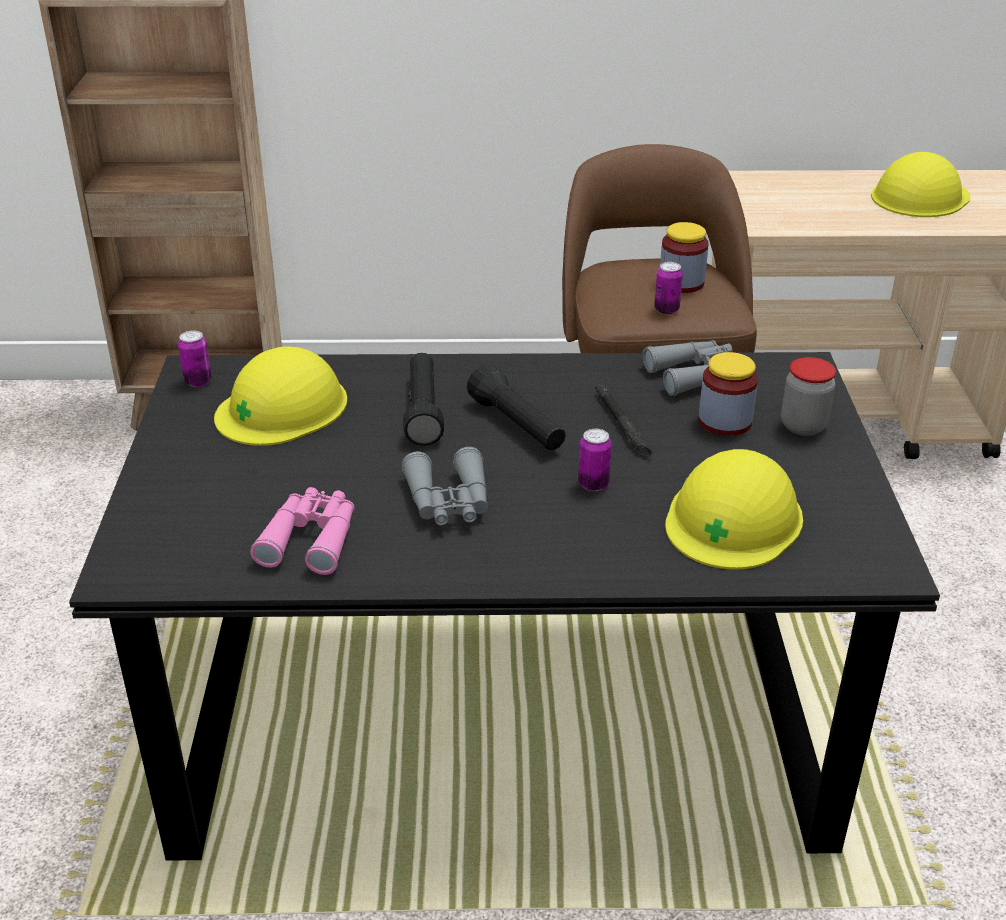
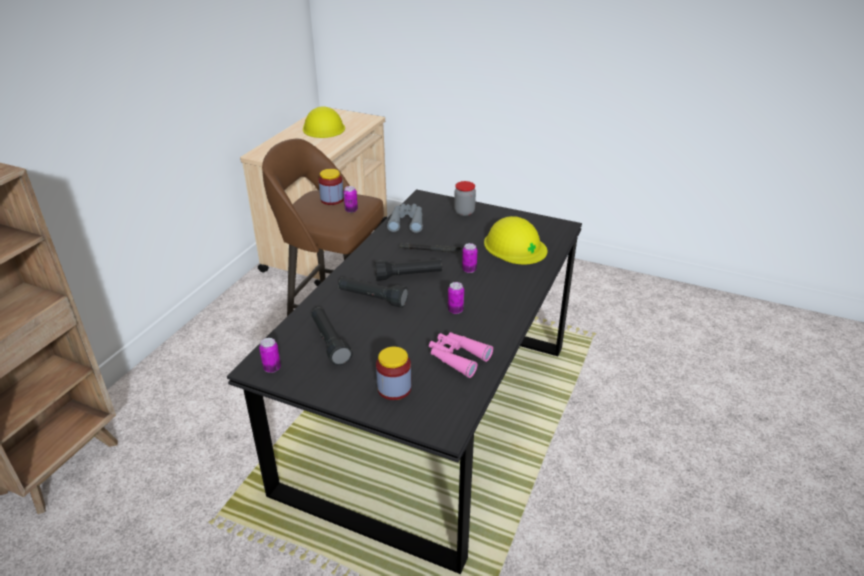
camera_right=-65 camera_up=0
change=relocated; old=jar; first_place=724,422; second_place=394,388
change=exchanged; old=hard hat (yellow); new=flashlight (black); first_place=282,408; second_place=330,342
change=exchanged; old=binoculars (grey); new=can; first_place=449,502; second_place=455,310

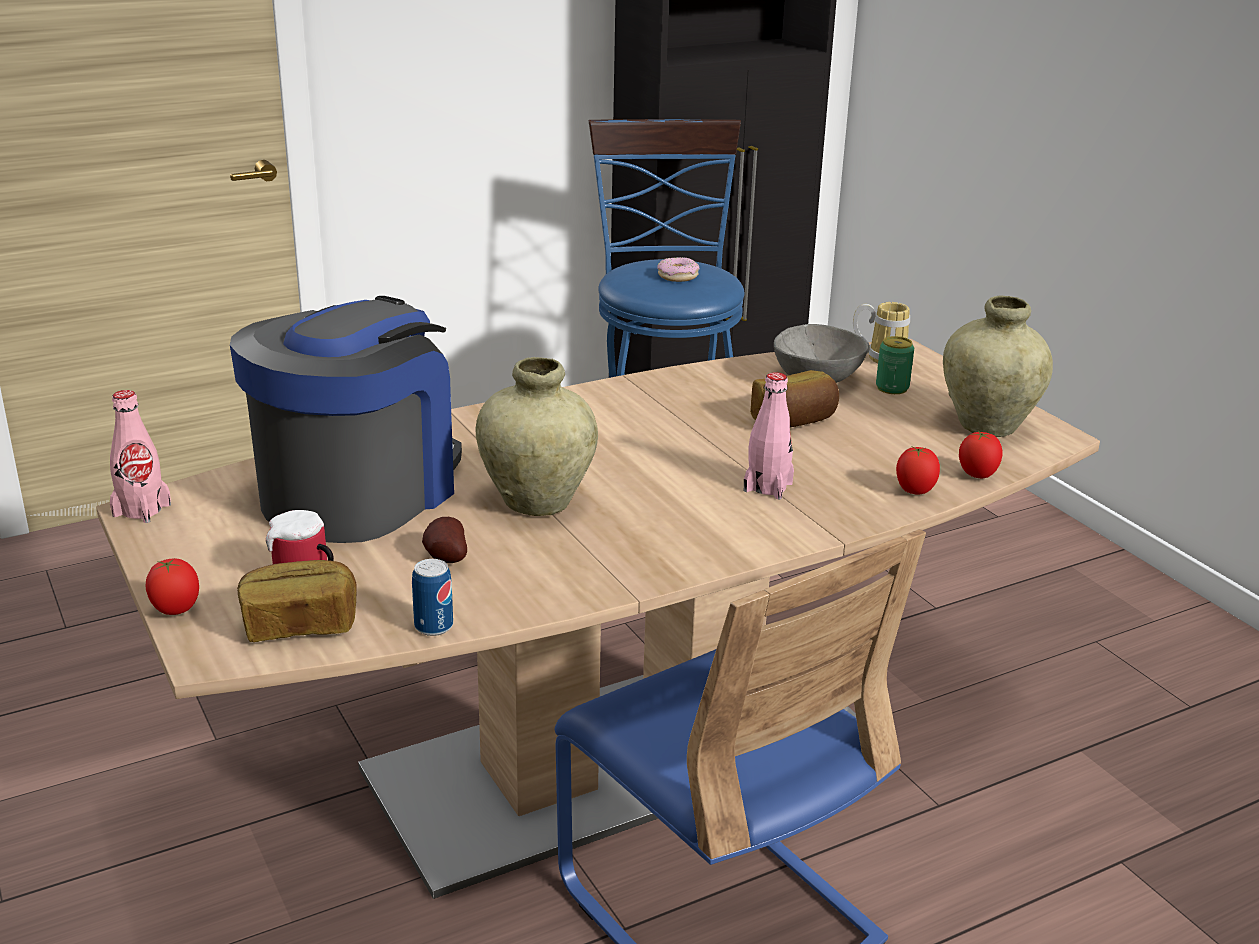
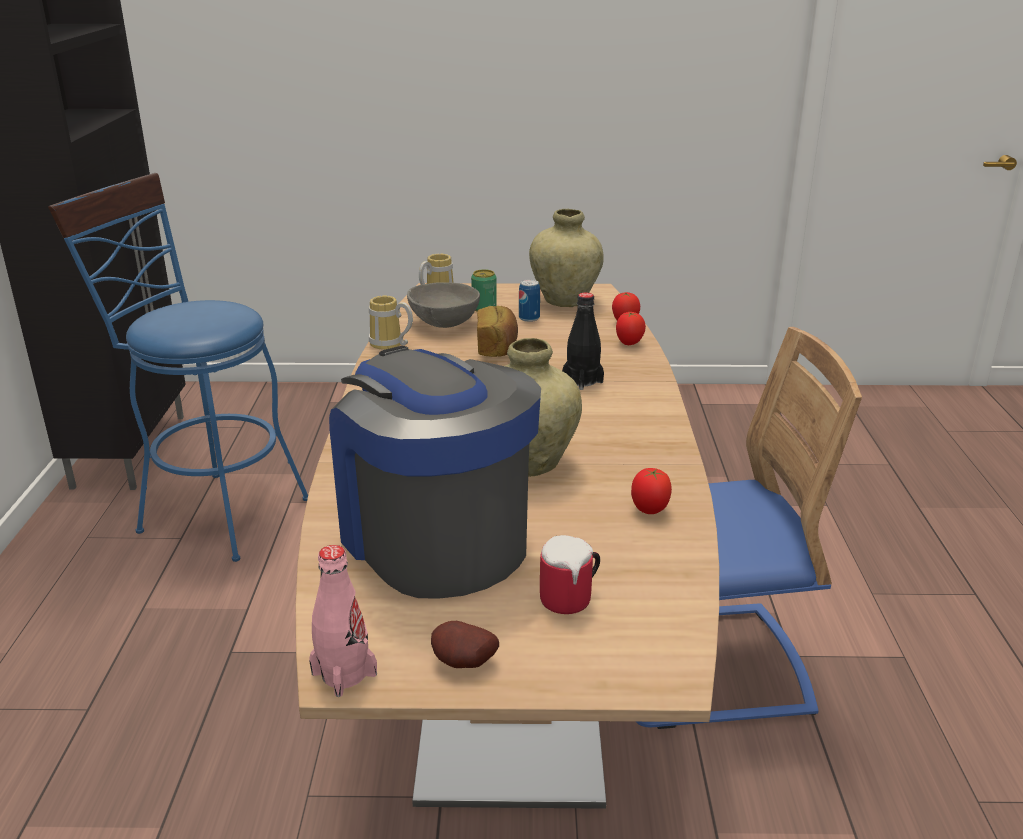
camera_right=-60 camera_up=0
change=missing; old=bread; first_place=299,625
change=missing; old=donut; first_place=678,276
change=appeared; new=mug; second_place=389,345
change=relocated; old=tomato; first_place=175,611; second_place=649,510
change=relocated; old=can; first_place=433,626; second_place=529,318
change=relocated; old=potato; first_place=444,559; second_place=463,664
change=colour; old=bottle (pink); new=bottle (black); first_place=768,487; second_place=582,381

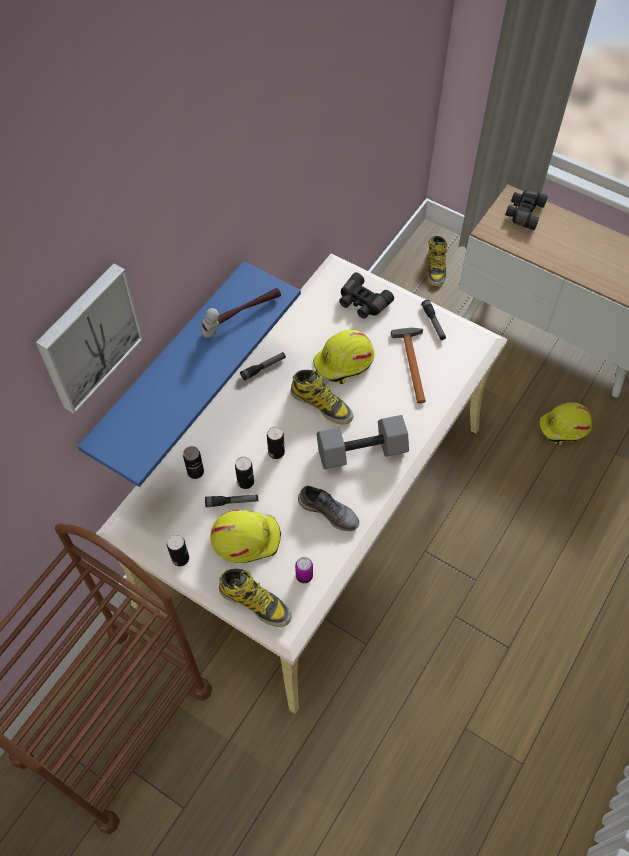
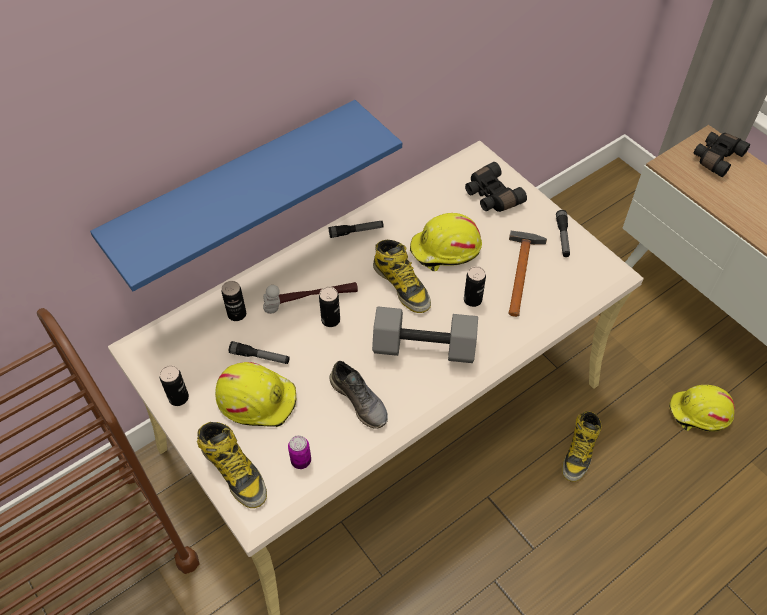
camera_right=20 camera_up=-5
change=missing; old=picture; first_place=88,337
change=relocated; old=hammer; first_place=242,317; second_place=311,302
change=relocated; old=can; first_place=245,482; second_place=472,300
change=relocated; old=boot; first_place=436,268; second_place=579,452

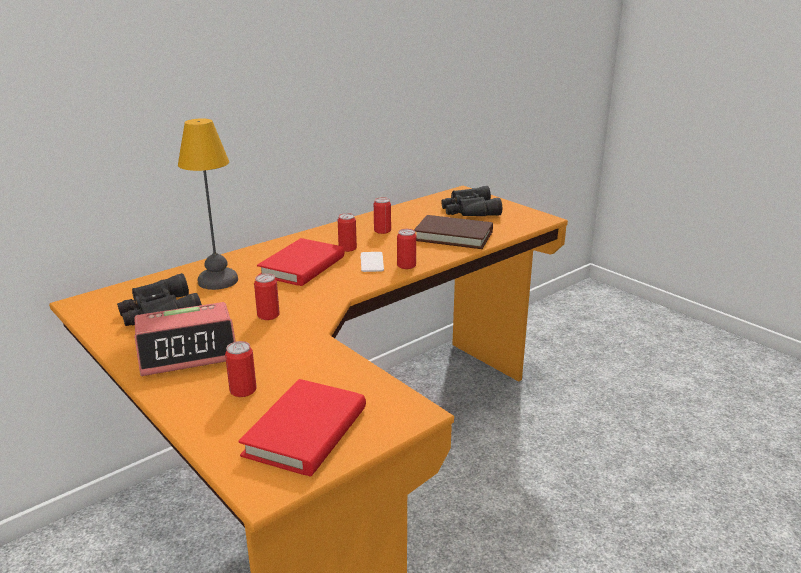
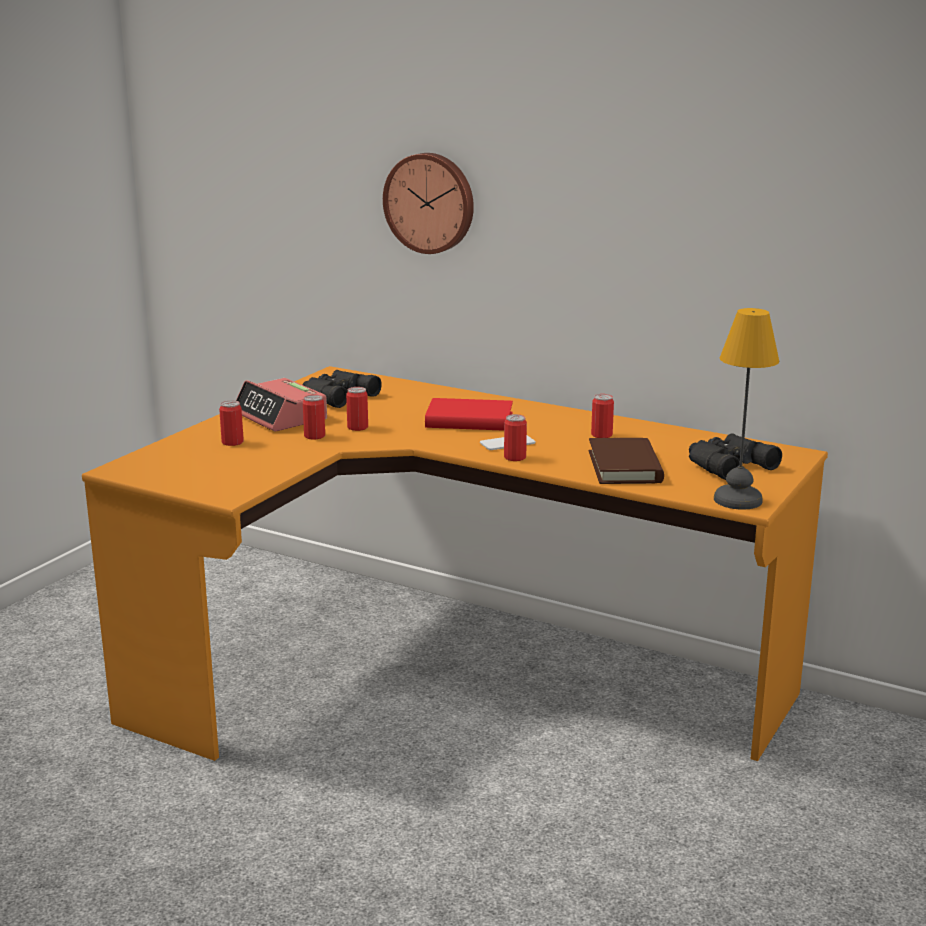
camera_right=70 camera_up=-5
change=missing; old=book (red); first_place=306,432
change=appeared; new=wall clock; second_place=430,202
change=relocated; old=table lamp; first_place=216,281; second_place=736,499
change=relocated; old=can; first_place=347,248; second_place=314,436

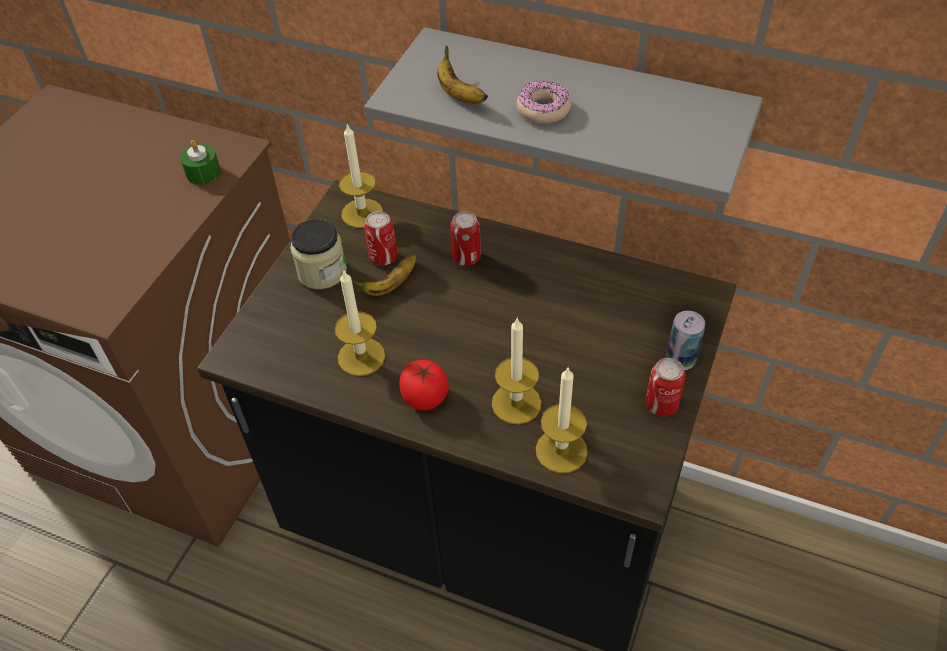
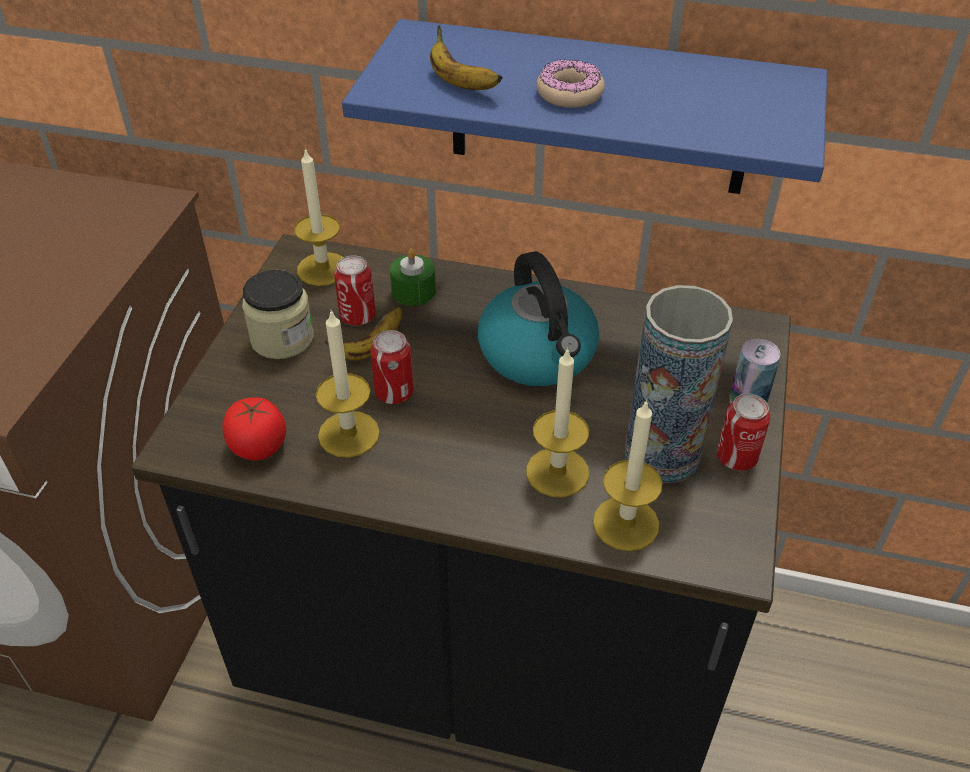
camera_right=-10 camera_up=-5
change=appeared; new=kettle; second_place=539,355
change=appeared; new=vase; second_place=662,454
change=relocated; old=candle (green); first_place=203,172; second_place=413,291
change=relocated; old=tomato; first_place=425,397; second_place=258,446
change=relocated; old=can; first_place=466,257; second_place=394,393
change=colour; old=shelf (grey); new=shelf (blue); first_place=581,110; second_place=599,109

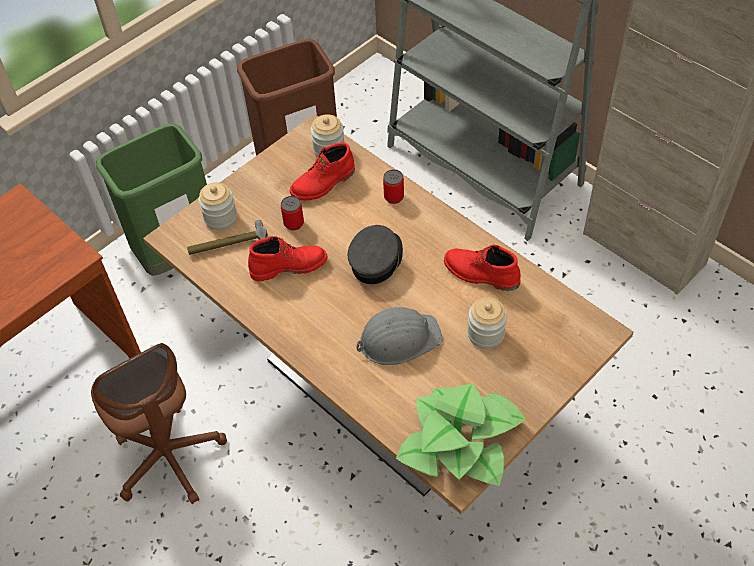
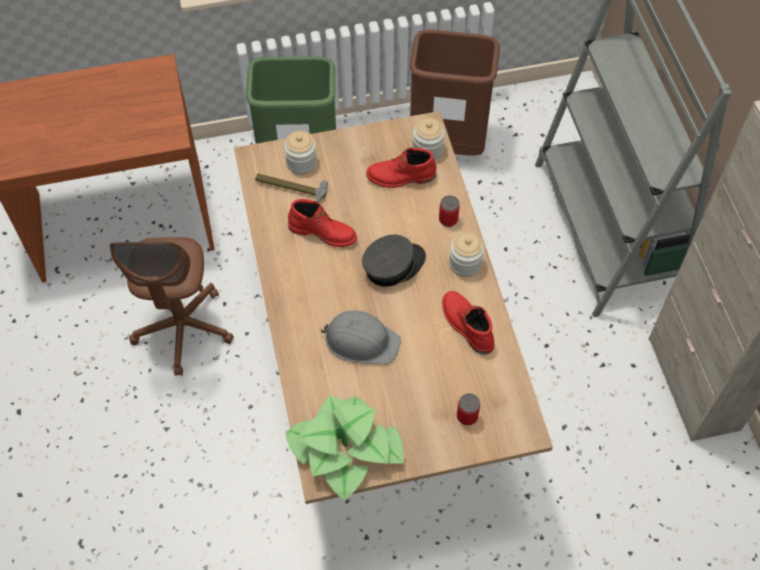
camera_right=30 camera_up=5
change=relocated; old=can; first_place=294,223; second_place=467,416
change=relocated; old=jar; first_place=485,334; second_place=465,263

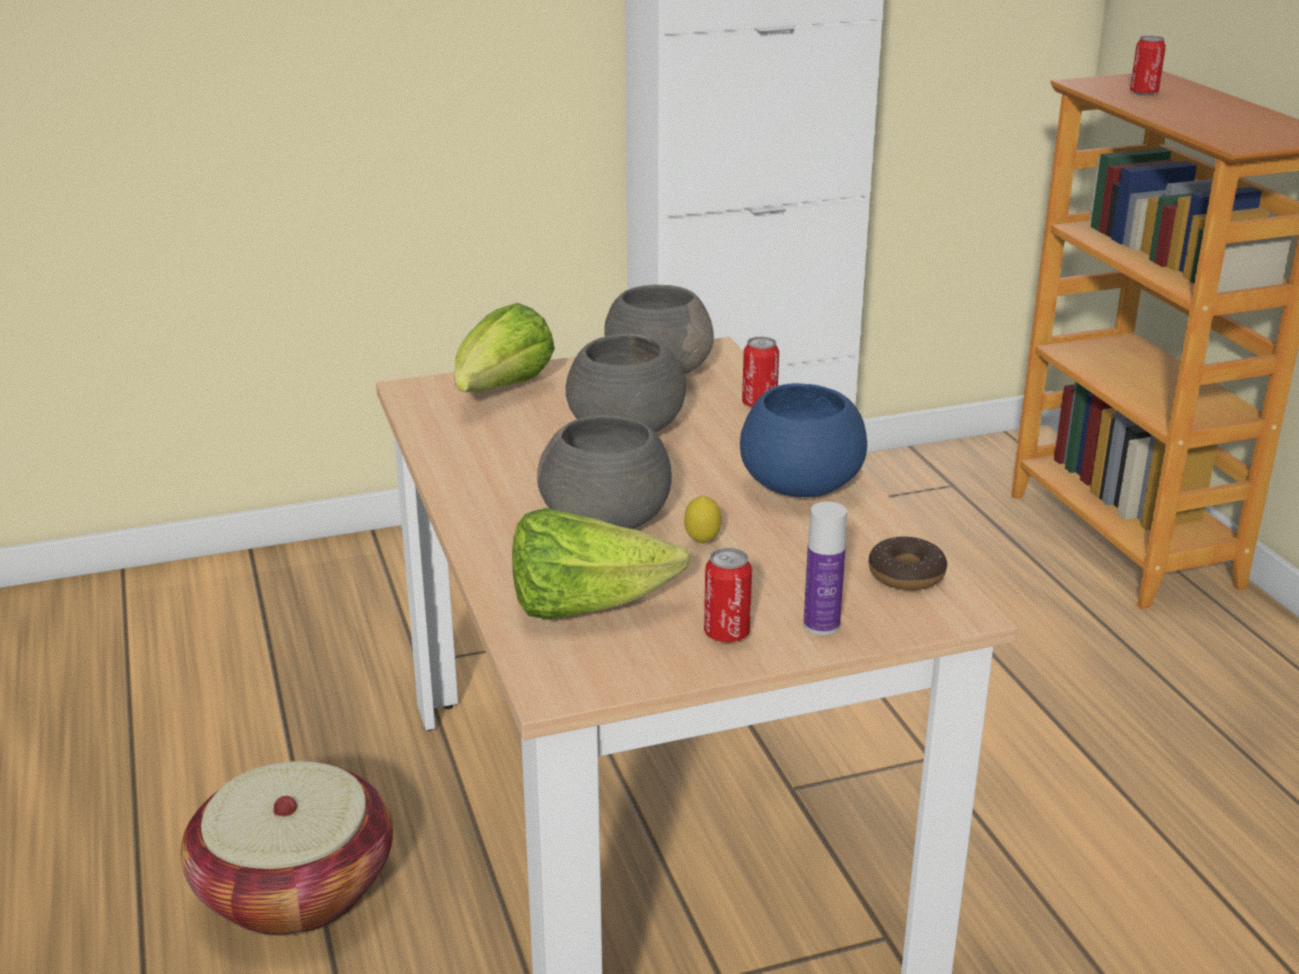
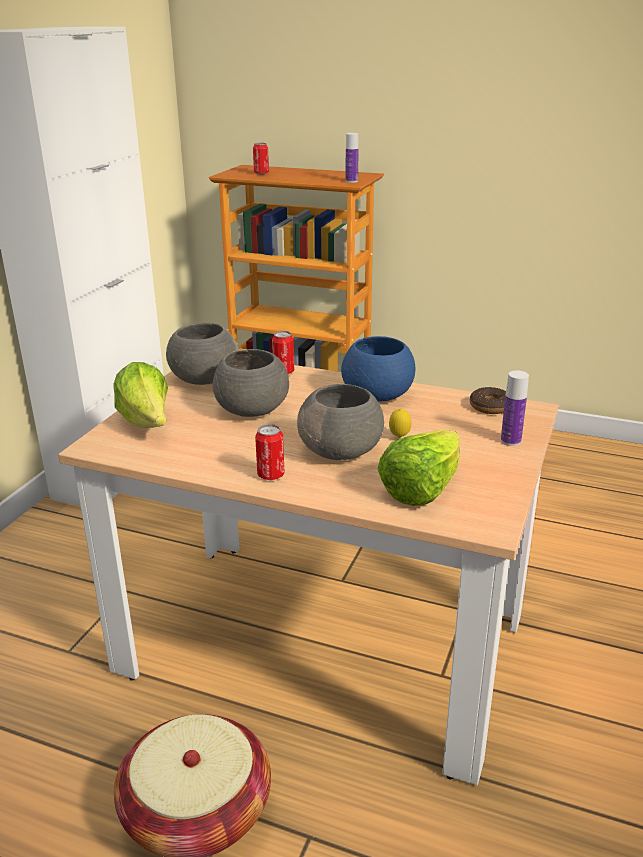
camera_right=-50 camera_up=0
change=appeared; new=bottle; second_place=351,181
change=relocated; old=can; first_place=726,633; second_place=271,475

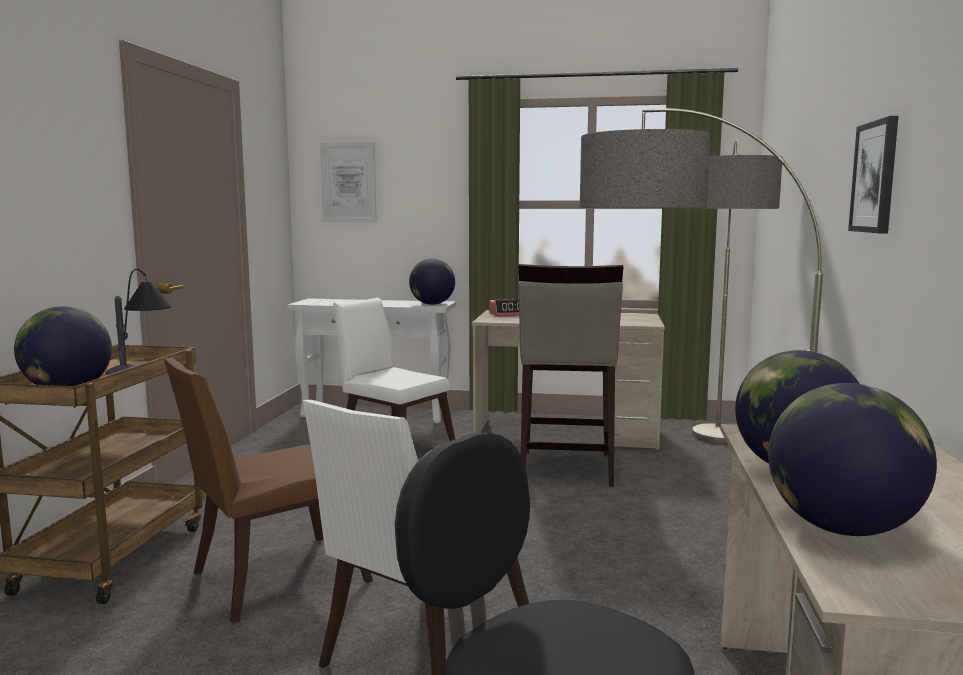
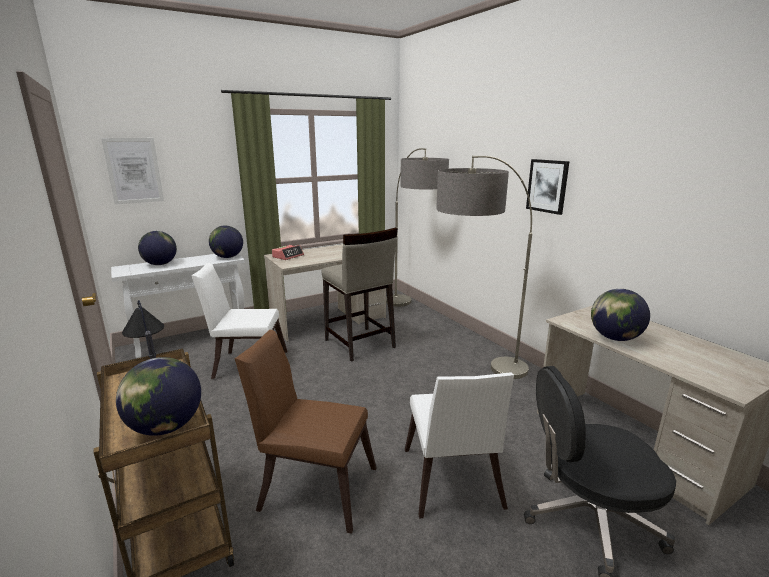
camera_right=-40 camera_up=10
change=relocated; old=globe; first_place=842,528; second_place=160,264
change=spun; old=chair (brown); first_place=268,579; second_place=312,485; degrees=90

